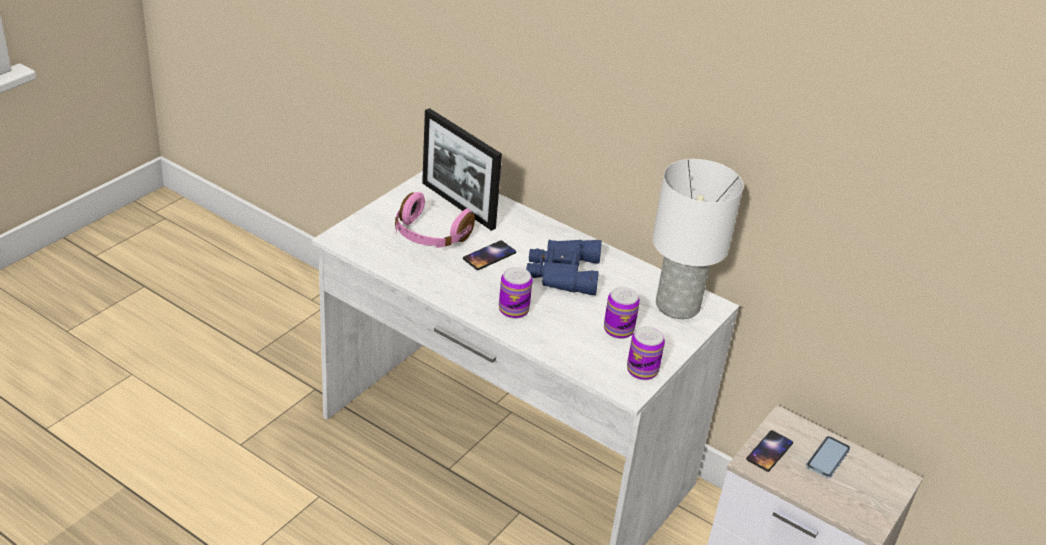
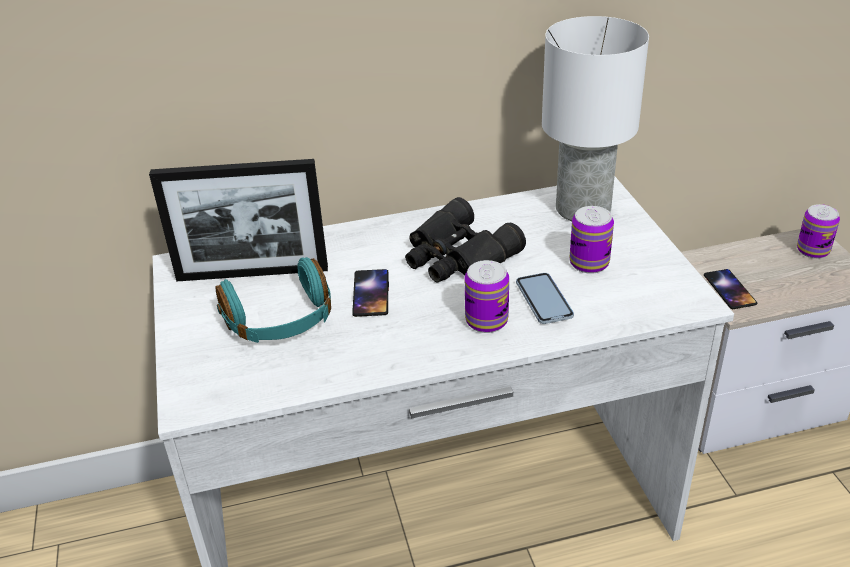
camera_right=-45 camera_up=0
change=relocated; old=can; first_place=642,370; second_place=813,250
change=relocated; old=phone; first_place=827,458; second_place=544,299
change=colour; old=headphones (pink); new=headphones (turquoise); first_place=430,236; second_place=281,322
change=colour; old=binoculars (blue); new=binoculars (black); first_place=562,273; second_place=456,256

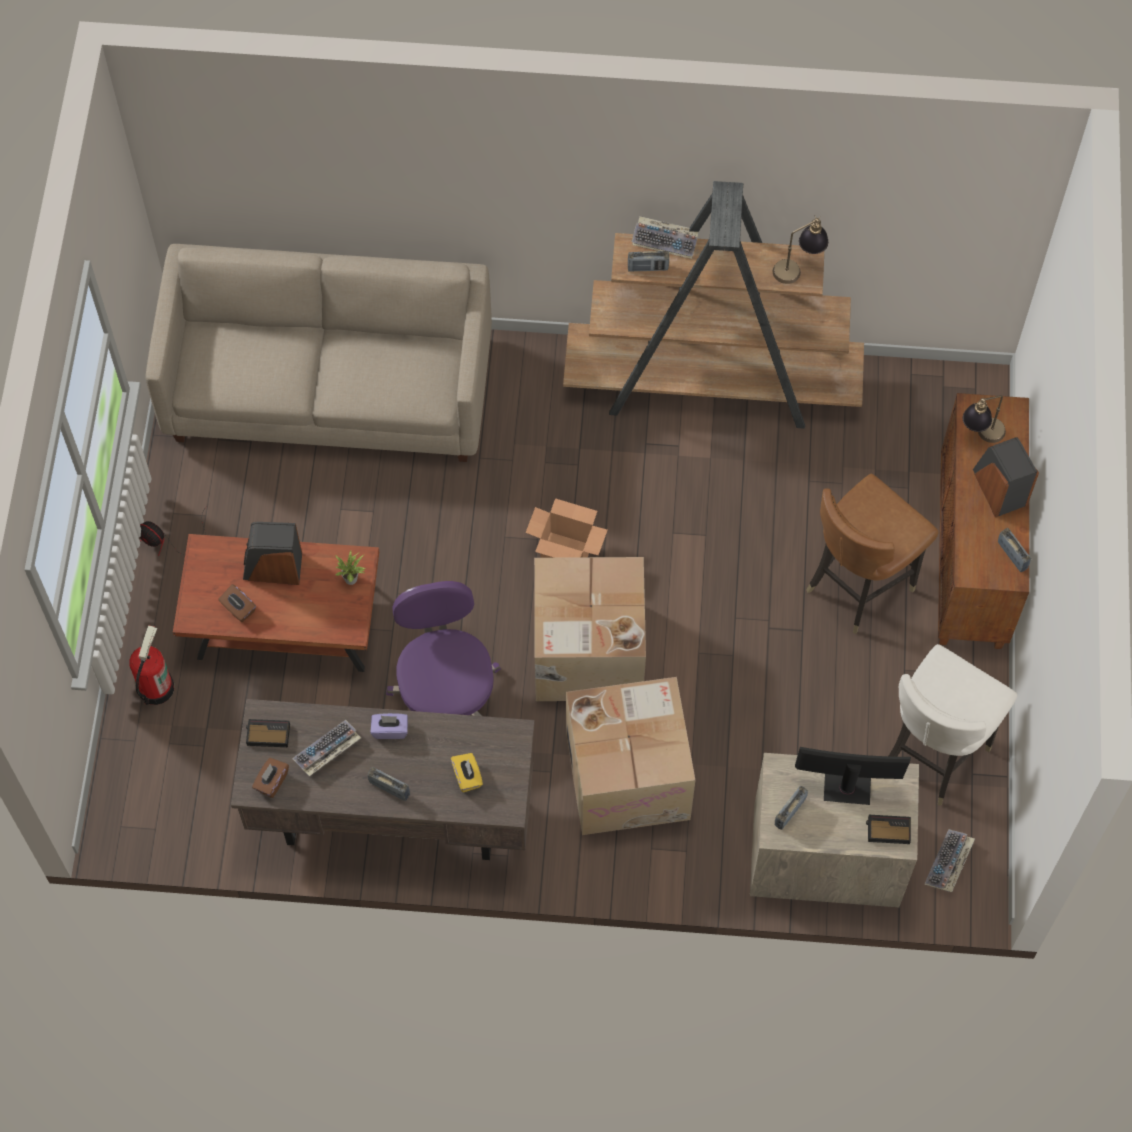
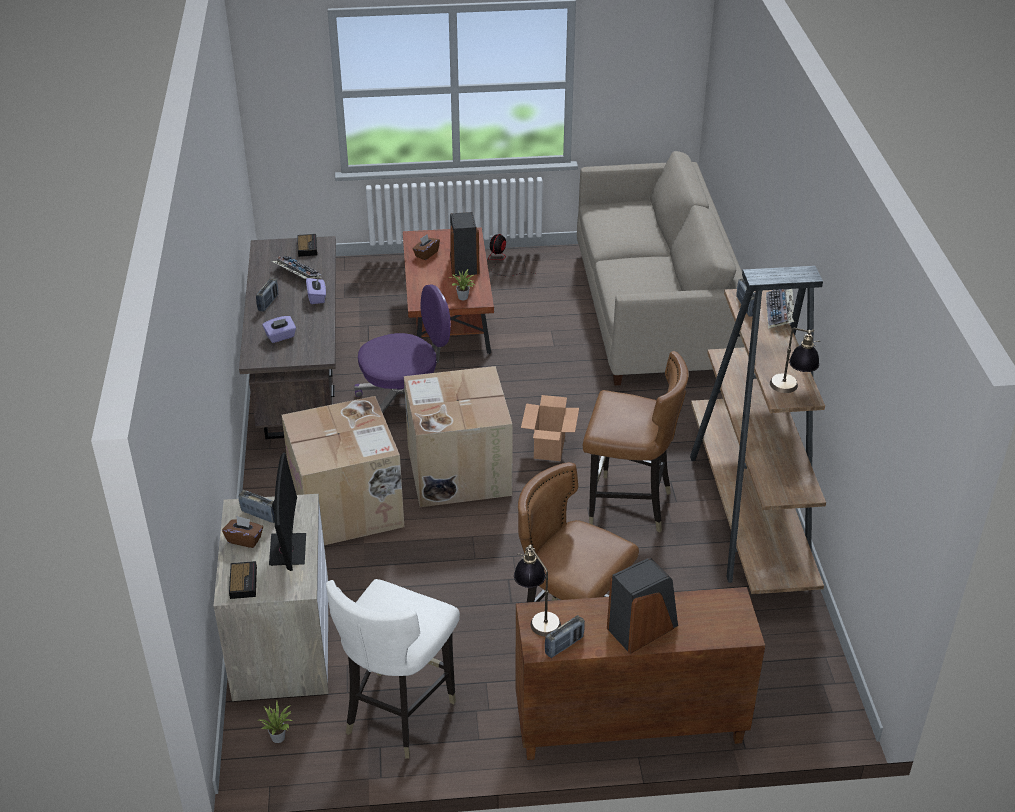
camera_right=80 camera_up=-25
change=missing; old=fire extinguisher; first_place=155,687
change=appeared; new=chair (brown); second_place=628,506
change=relocated; old=tissue box (brown); first_place=271,782; second_place=244,539
change=relocated; old=table lamp; first_place=981,435; second_place=537,616
change=exchanged; old=keyboard; new=potted plant; first_place=948,864; second_place=279,736
change=colour; old=tissue box (yellow); new=tissue box (purple); first_place=467,777; second_place=280,337
change=spun; old=chair (white); first_place=933,753; second_place=398,713; degrees=-90

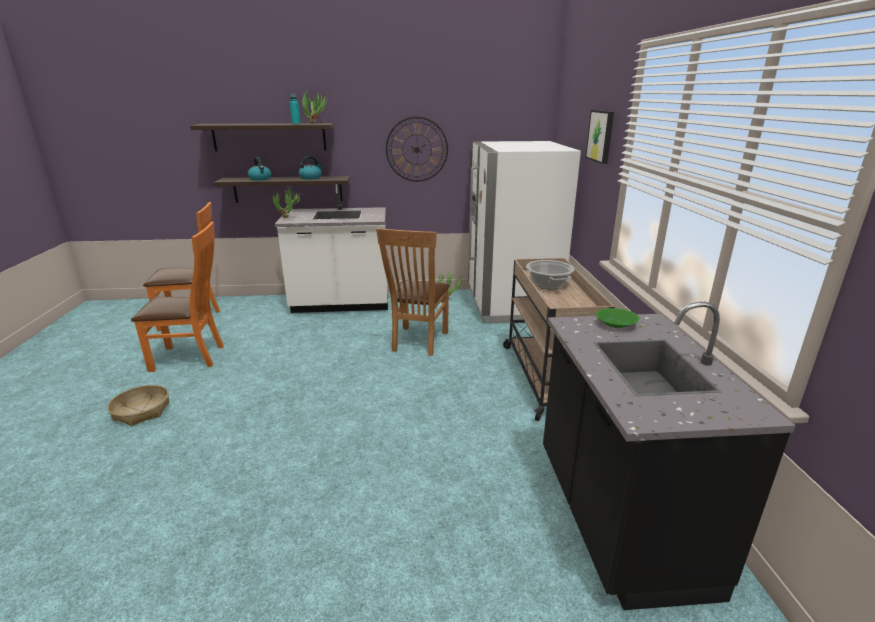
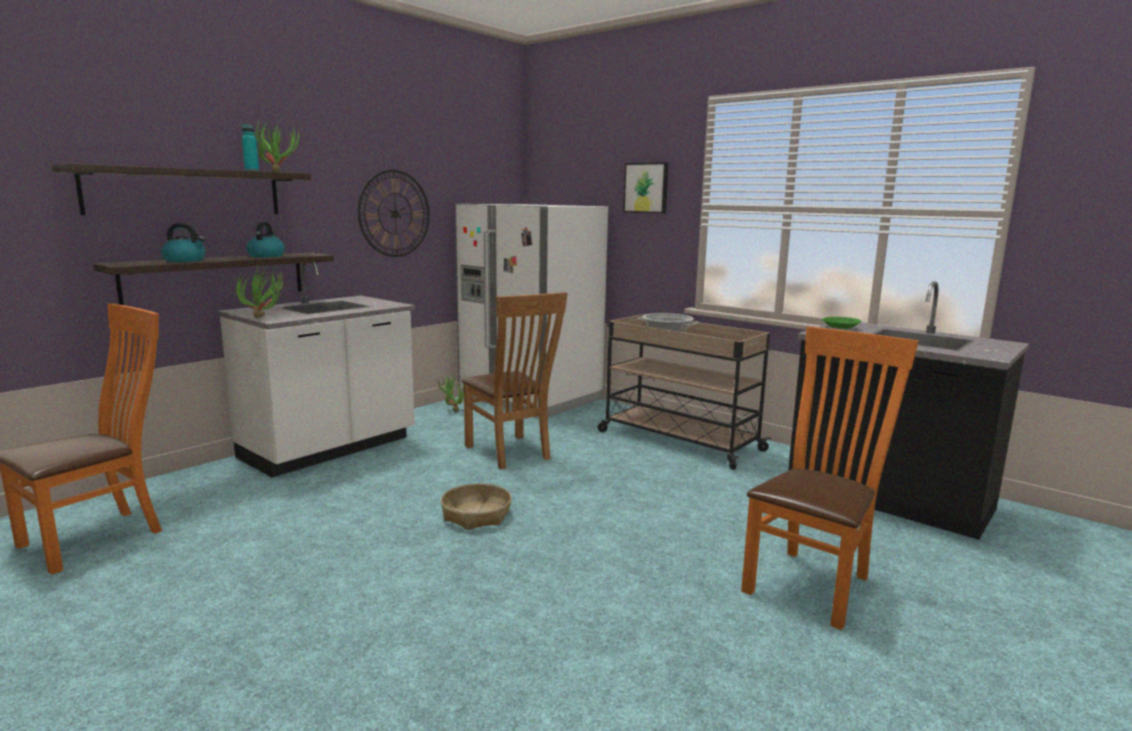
camera_right=-45 camera_up=-10
change=relocated; old=basket; first_place=141,411; second_place=476,515
change=relocated; old=chair (orange); first_place=193,357; second_place=812,582

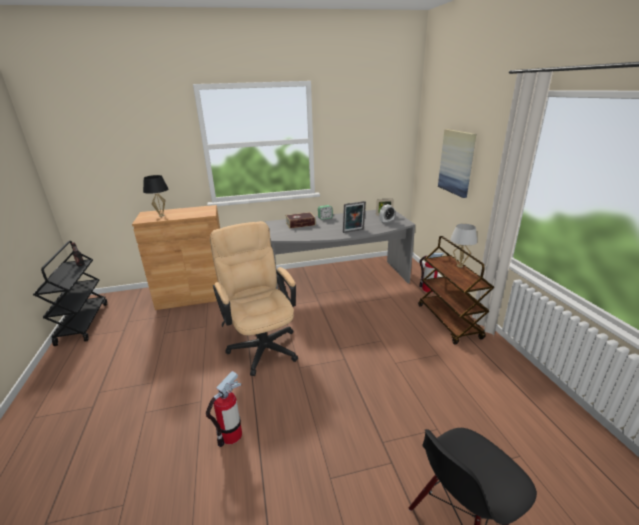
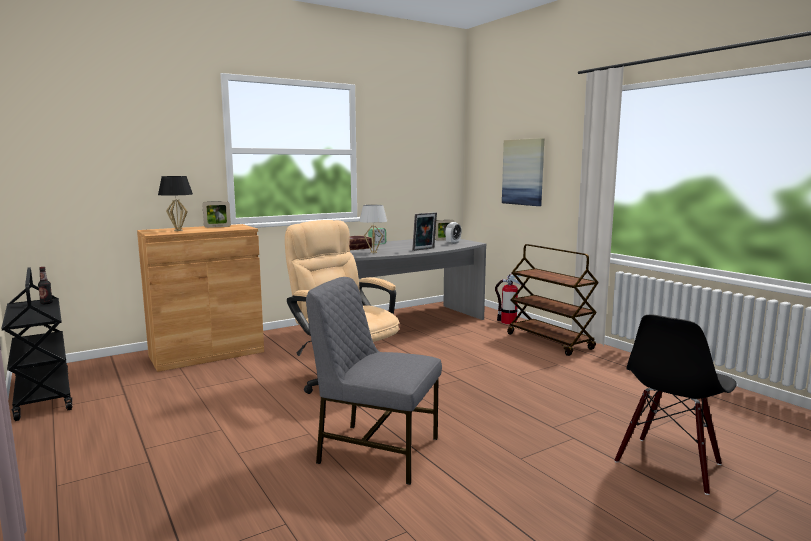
camera_right=-20 camera_up=-15
change=appeared; new=picture frame; second_place=217,227
change=relocated; old=table lamp (white); first_place=459,266; second_place=373,252
change=exchanged; old=fire extinguisher; new=chair (grey); first_place=231,435; second_place=376,450

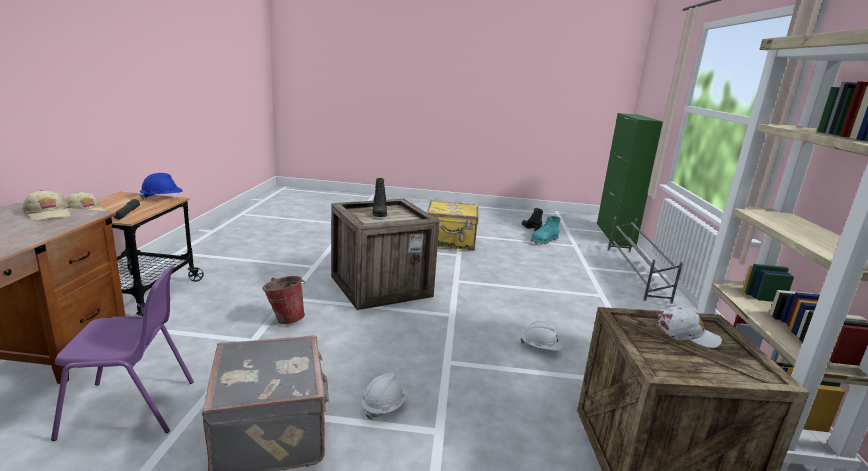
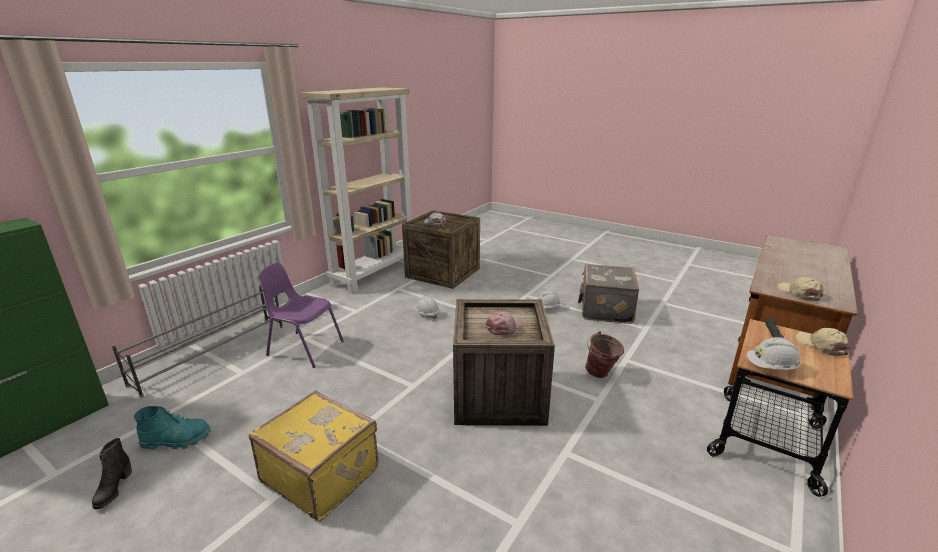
camera_right=-150 camera_up=5
change=relocated; old=chair (purple); first_place=131,408; second_place=304,348
change=exchanged; old=boot (black); new=cap (pink); first_place=379,213; second_place=504,327
change=colour; old=hard hat (blue); new=hard hat (white); first_place=162,198; second_place=771,367

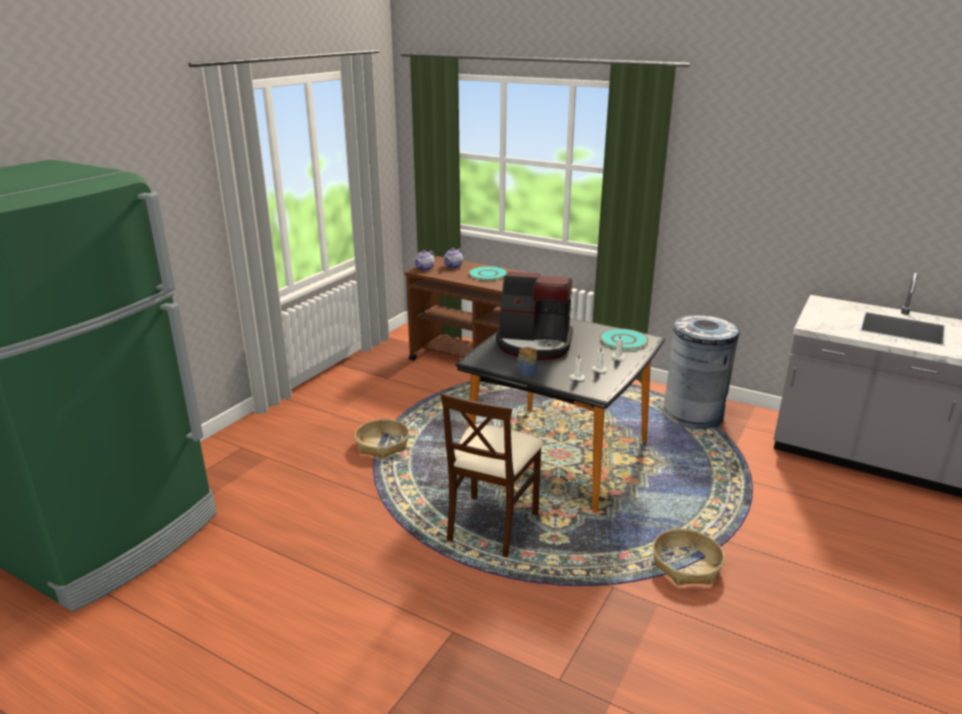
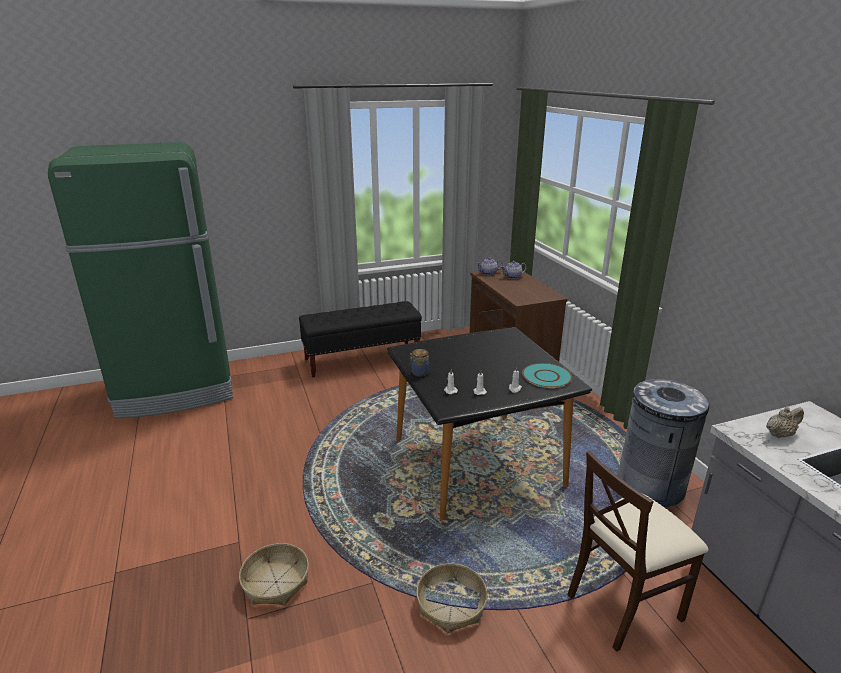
camera_right=40 camera_up=0
change=missing; old=plate (turquoise); first_place=487,274
change=missing; old=coffee machine; first_place=534,344
change=appeared; new=bench (black); second_place=362,359
change=appeared; new=teapot (beige); second_place=780,434
change=relocated; old=basket; first_place=382,445; second_place=275,582
change=relocated; old=chair (beige); first_place=491,525; second_place=623,604

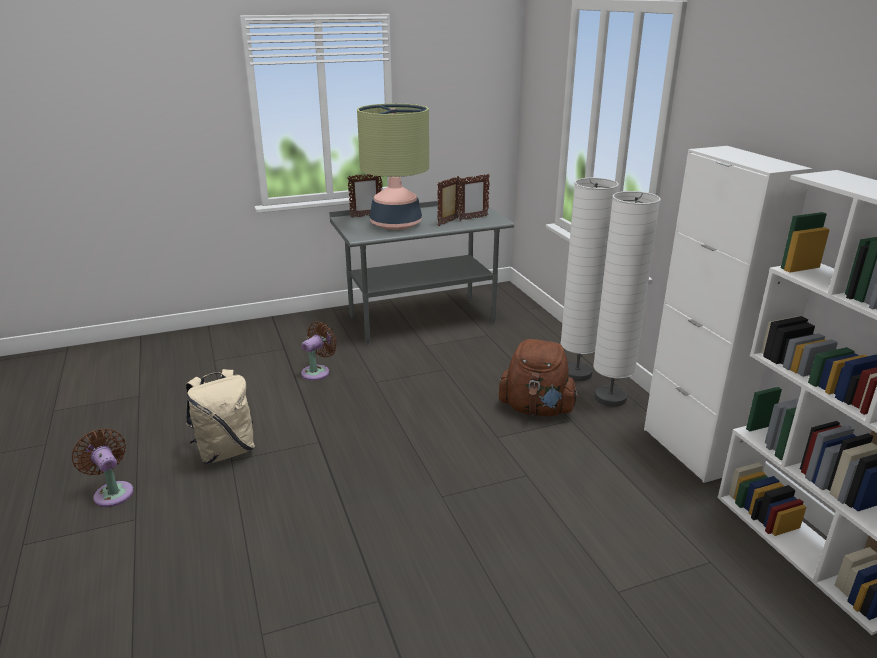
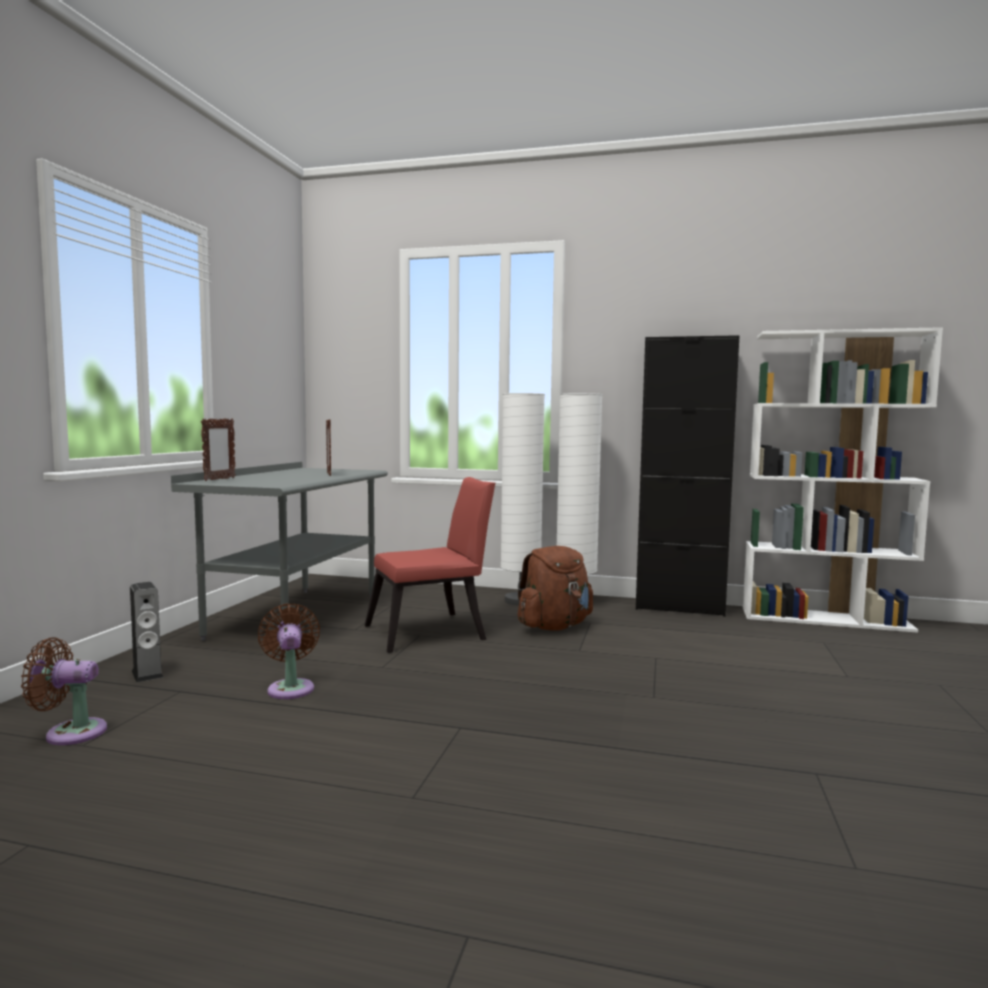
camera_right=-55 camera_up=-20
change=missing; old=backpack (beige); first_place=225,451
change=missing; old=table lamp; first_place=396,224
change=missing; old=picture frame; first_place=473,218
change=appeared; new=speaker; second_place=147,674
change=appeared; new=chair (red); second_place=432,632
change=relocated; old=fan (brown); first_place=112,492; second_place=70,732
change=colour; old=cabinet (white); new=cabinet (black); first_place=689,450; second_place=679,608

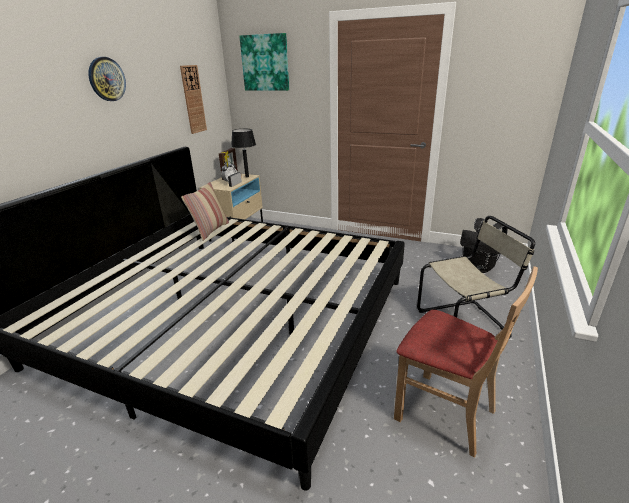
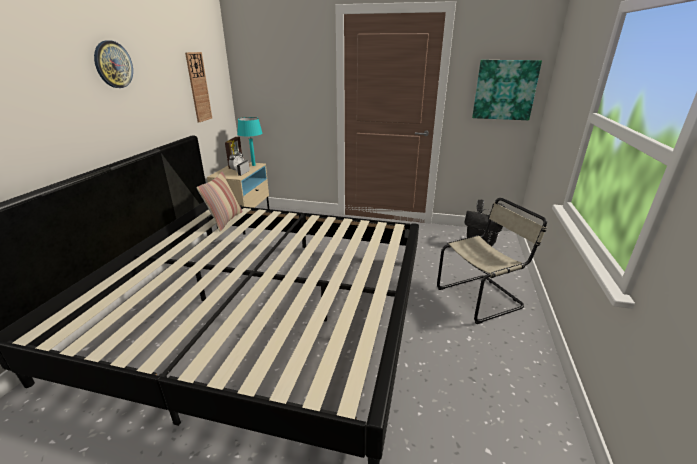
camera_right=-10 camera_up=0
change=missing; old=chair (beige); first_place=445,412
change=relocated; old=picture; first_place=265,63; second_place=504,90
change=colour; old=table lamp (black); new=table lamp (turquoise); first_place=247,176; second_place=253,165

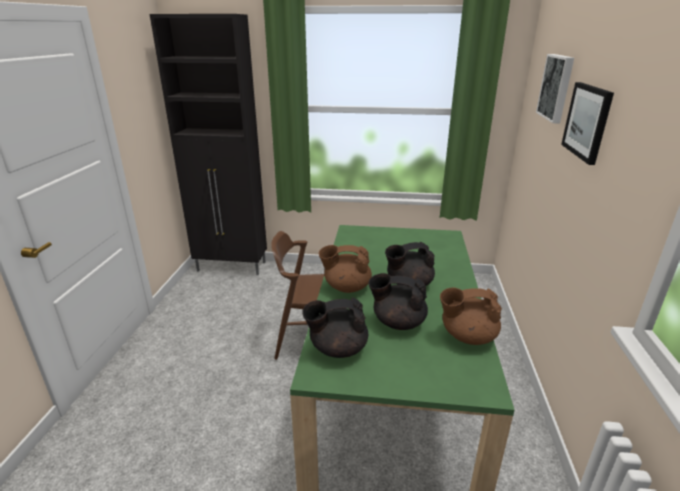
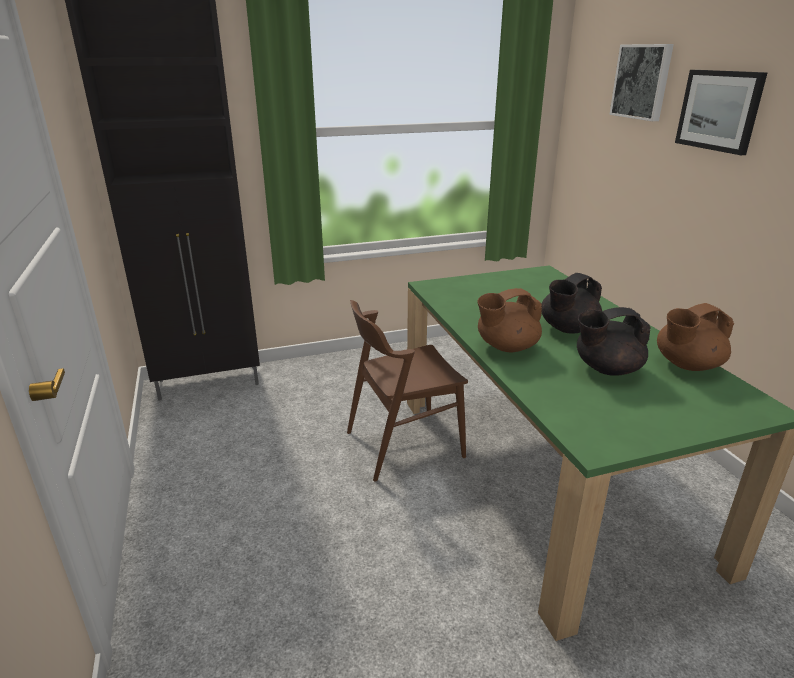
camera_right=-25 camera_up=0
change=missing; old=teapot (black); first_place=337,348

